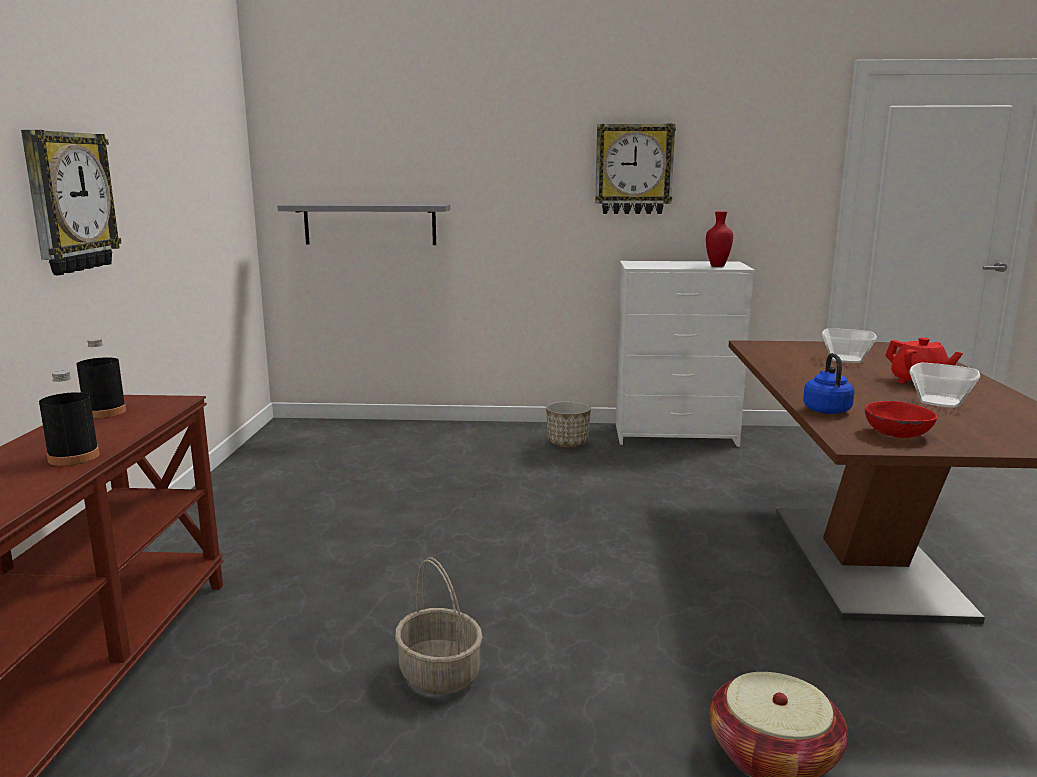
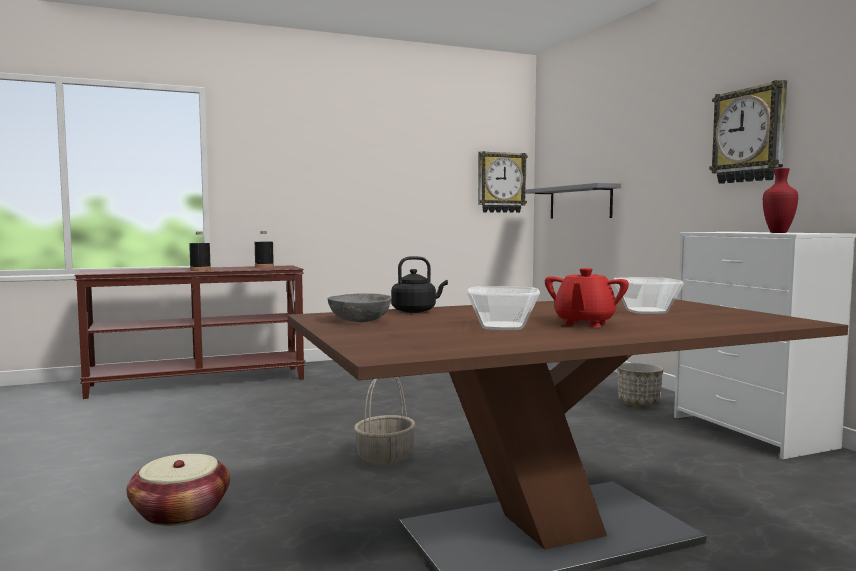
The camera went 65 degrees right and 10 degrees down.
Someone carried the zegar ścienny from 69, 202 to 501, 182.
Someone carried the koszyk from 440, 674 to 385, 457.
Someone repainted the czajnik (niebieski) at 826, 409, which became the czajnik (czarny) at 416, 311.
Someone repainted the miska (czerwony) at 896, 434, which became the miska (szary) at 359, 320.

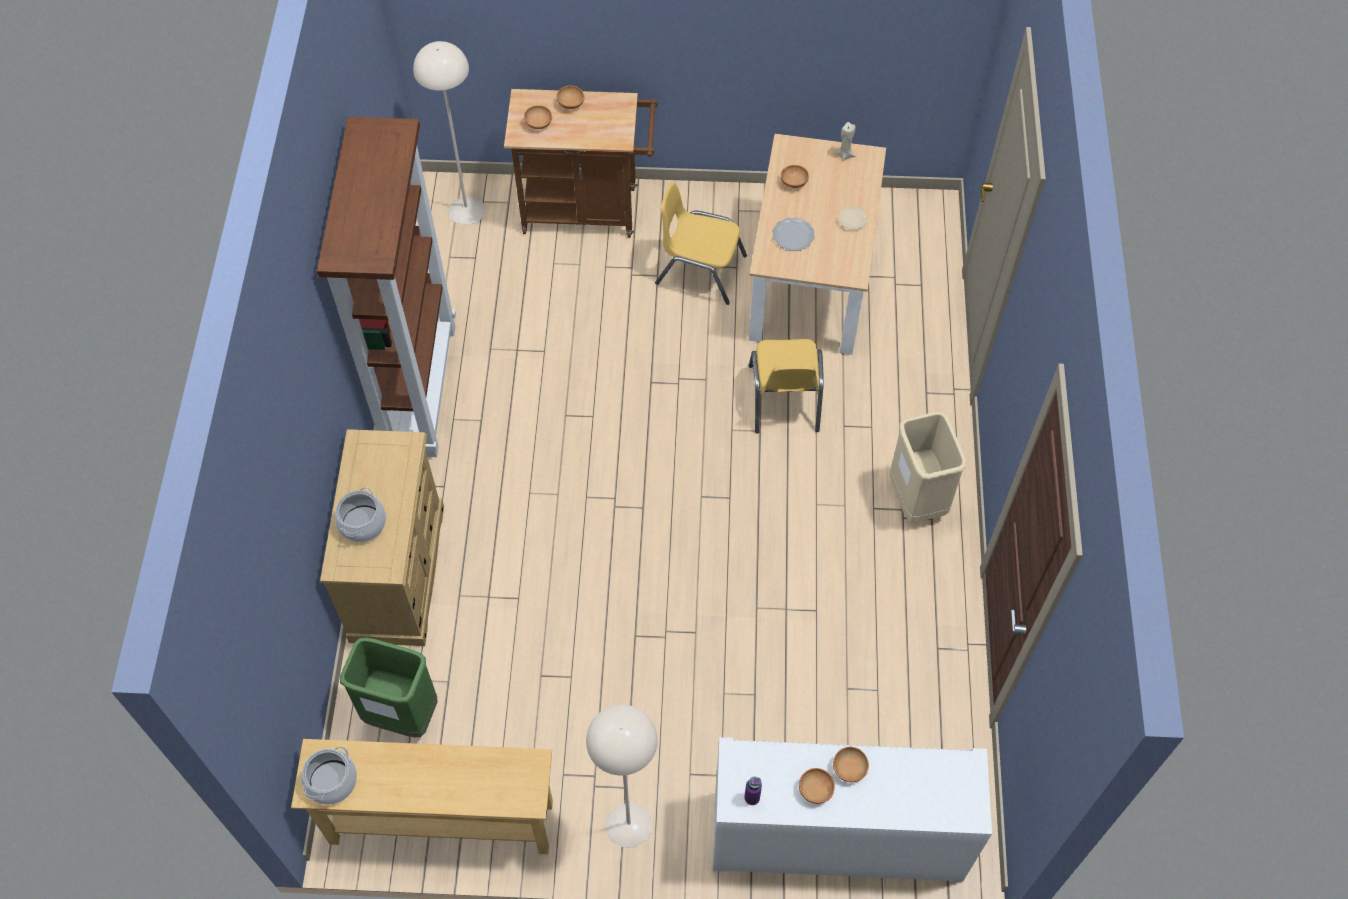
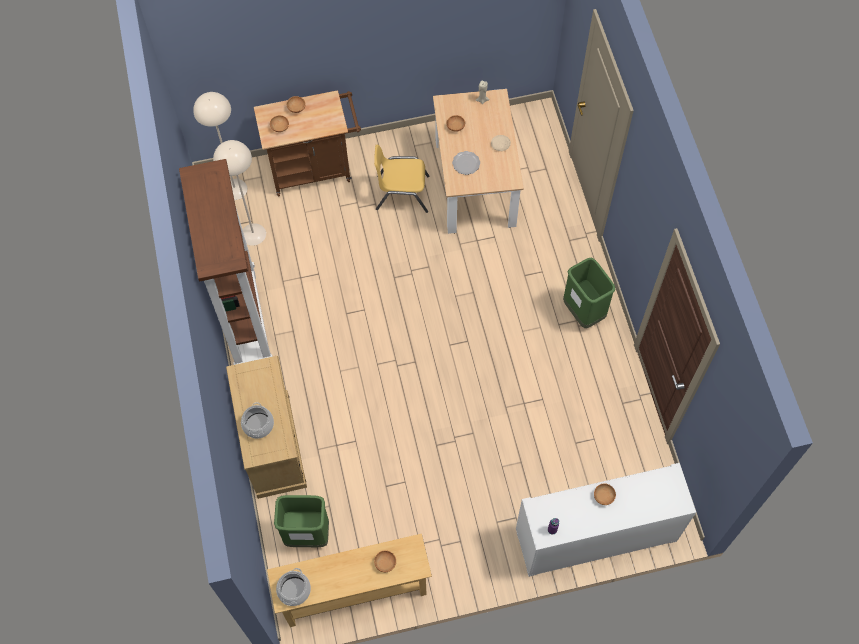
The camera went 15 degrees left and 5 degrees up.
Someone carried the lampa stojąca (beżowy) from 629, 825 to 253, 234.
Someone took away the krzesło (żółty) at 784, 399.
Someone carried the miska (brązowy) from 816, 790 to 386, 563.
Someone repainted the kosz na śmieci (beżowy) at 917, 500, which became the kosz na śmieci (zielony) at 583, 312.

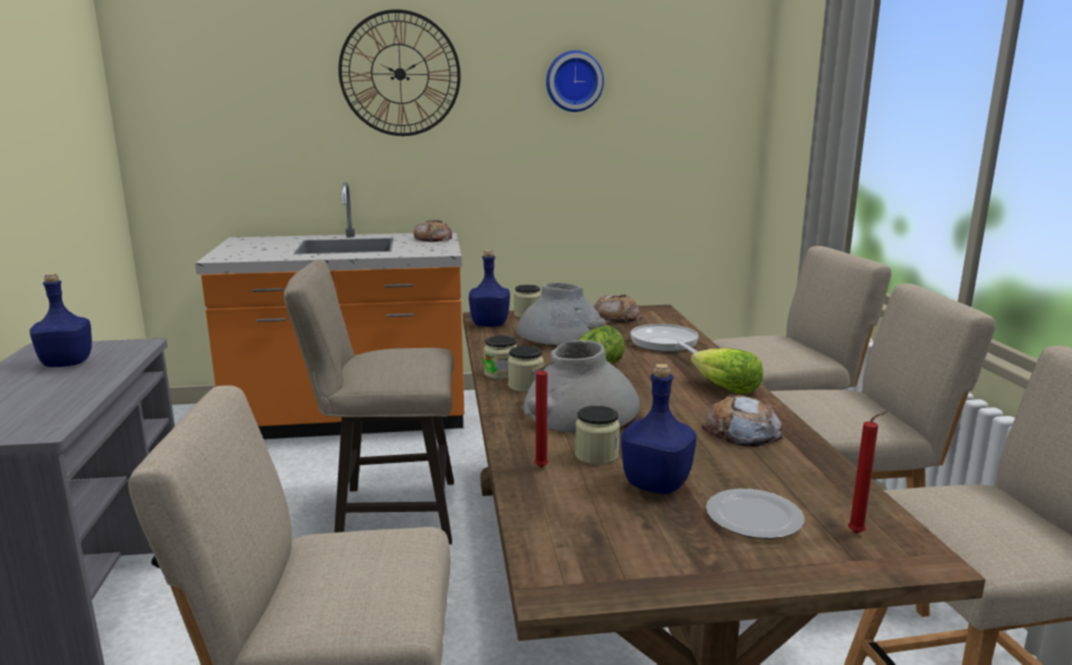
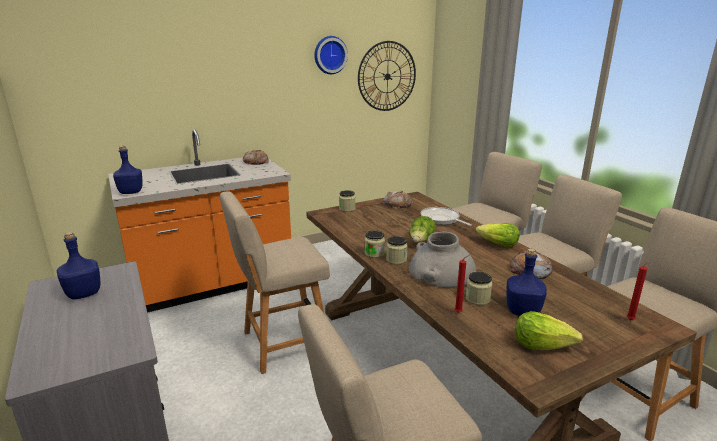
The camera went 20 degrees left and 5 degrees up.
Someone swapped the stołek (beżowy) at 386, 514 for the krzesło (beżowy) at 281, 344.
Someone carried the zegar ścienny from 400, 74 to 387, 76.
Someone carried the butelka (niebieski) from 489, 324 to 131, 192.
Someone took away the wazon (szary) at 561, 335.
Someone took away the talerz at 753, 518.
Someone put down the sałata at 542, 345.

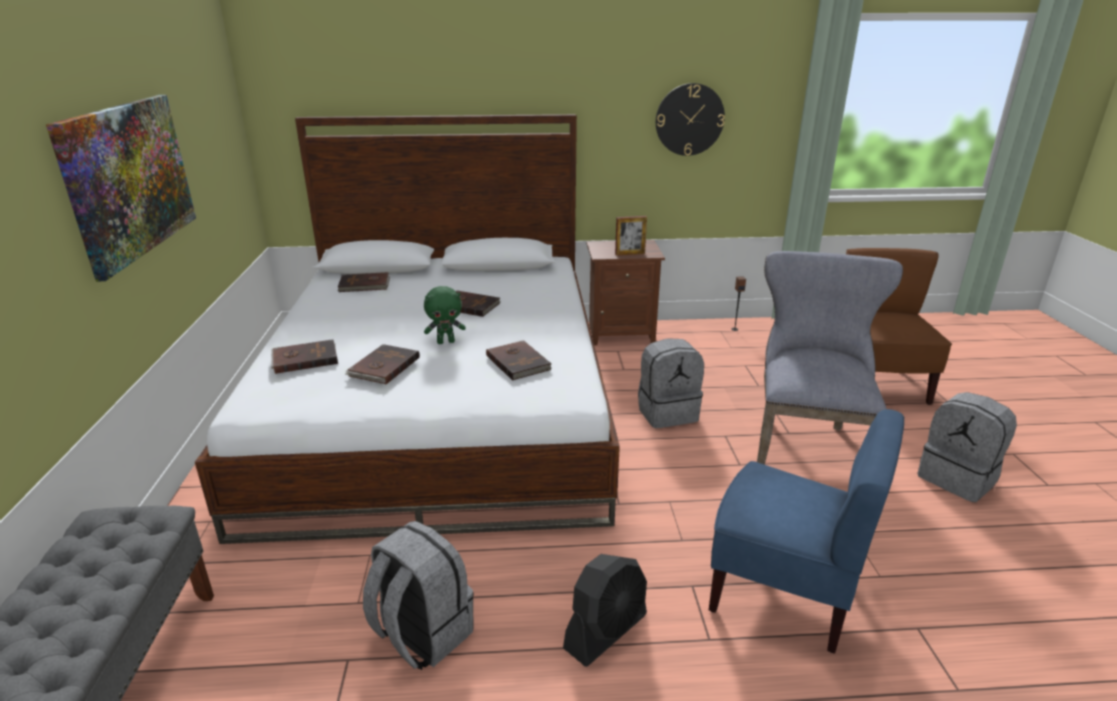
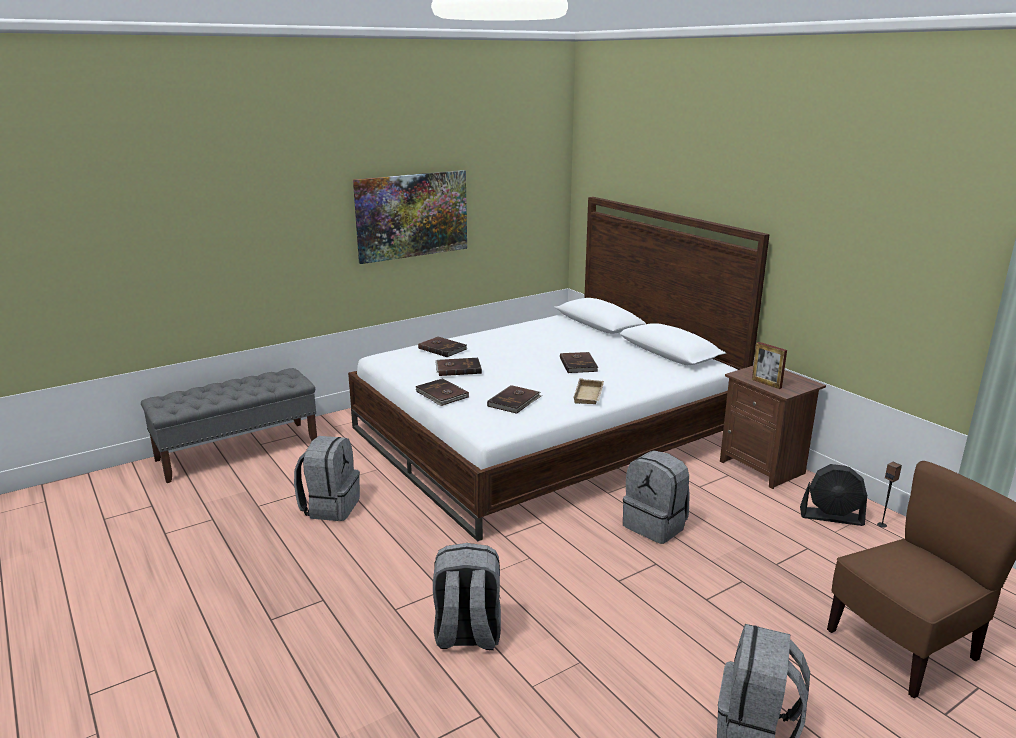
The camera went 60 degrees right and 5 degrees down.
Someone carried the książka (brązowy) from 364, 285 to 441, 395.
Someone took away the pluszak (zielony) at 446, 342.
Someone carried the wentylator (czarny) from 606, 631 to 831, 517.
Someone took away the zegar ścienny at 689, 119.
Someone swapped the krzesło (niebieski) at 783, 593 for the plecak (szary) at 467, 635.
Someone took away the krzesło (szary) at 804, 445.
Someone put down the taca (beżowy) at 589, 396.

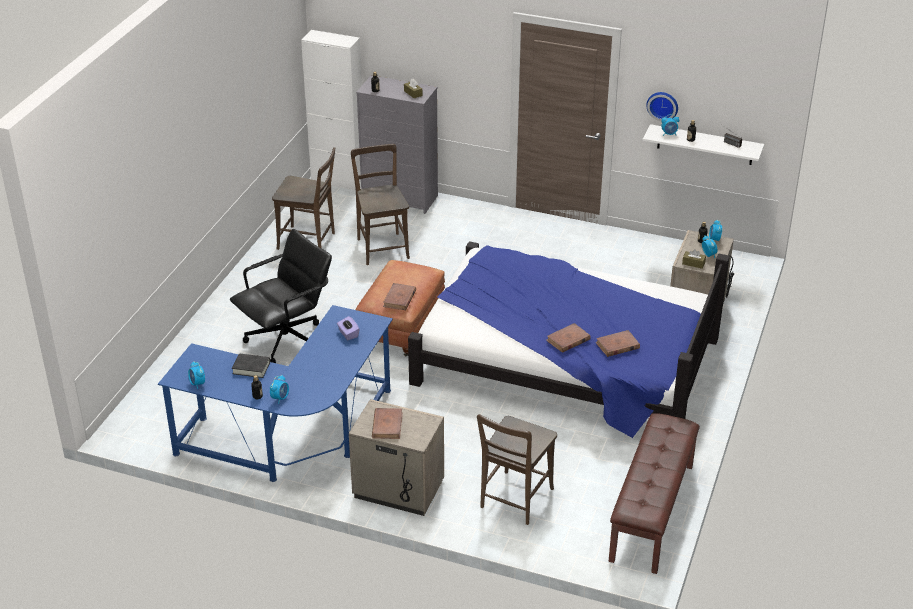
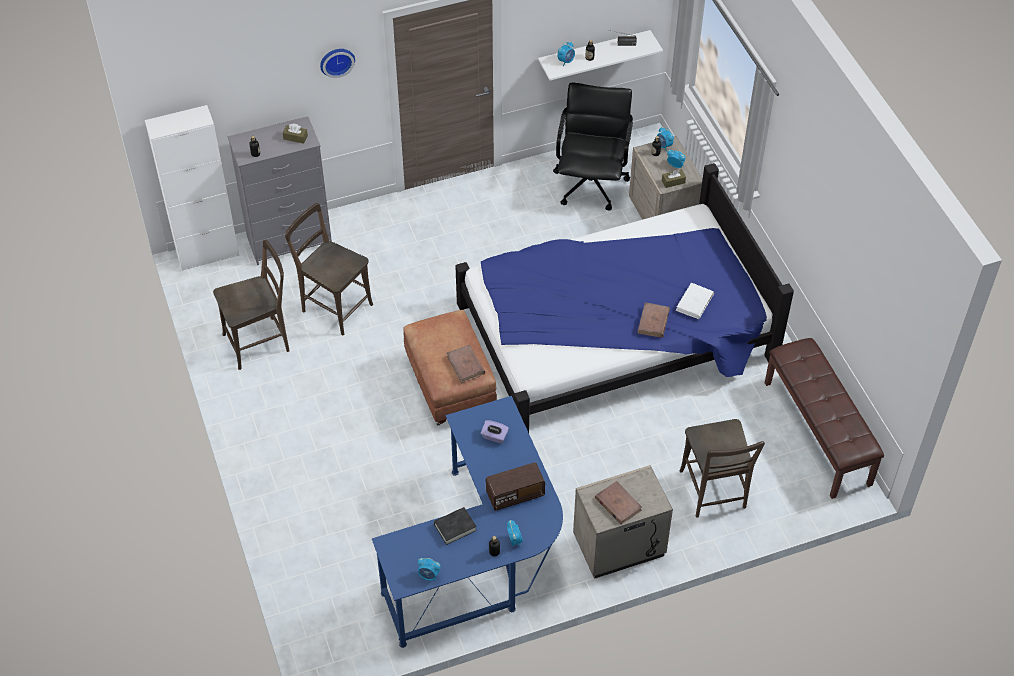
The camera went 40 degrees left and 15 degrees up.
Someone carried the krzesło biurowe (czarny) from 287, 340 to 591, 184.
Someone repainted the książka (brązowy) at 617, 345, which became the książka (biały) at 694, 303.
Someone carried the zegar ścienny from 663, 105 to 336, 60.
Someone put down the radio at 515, 494.

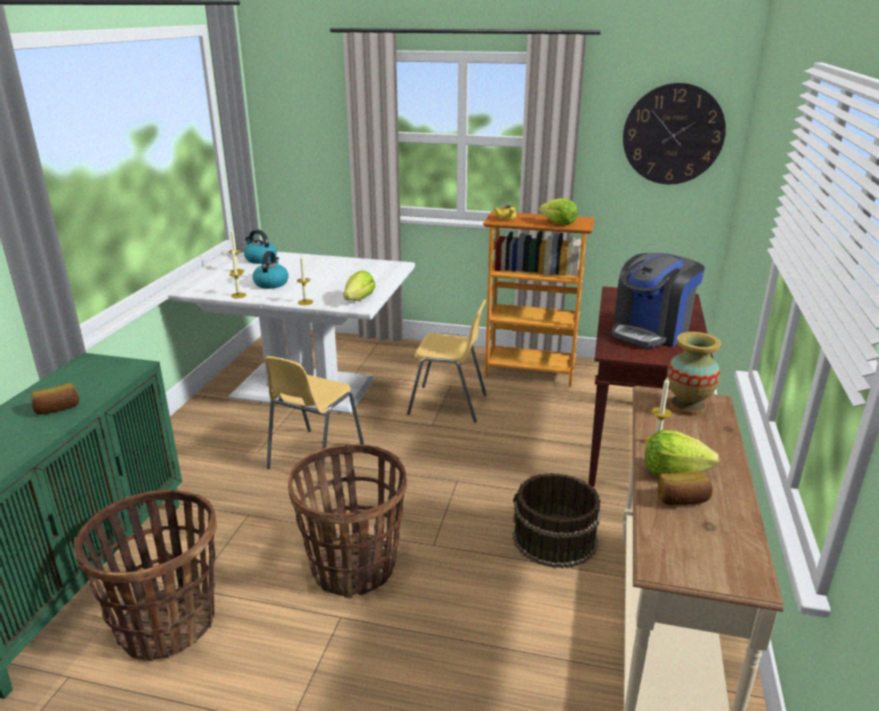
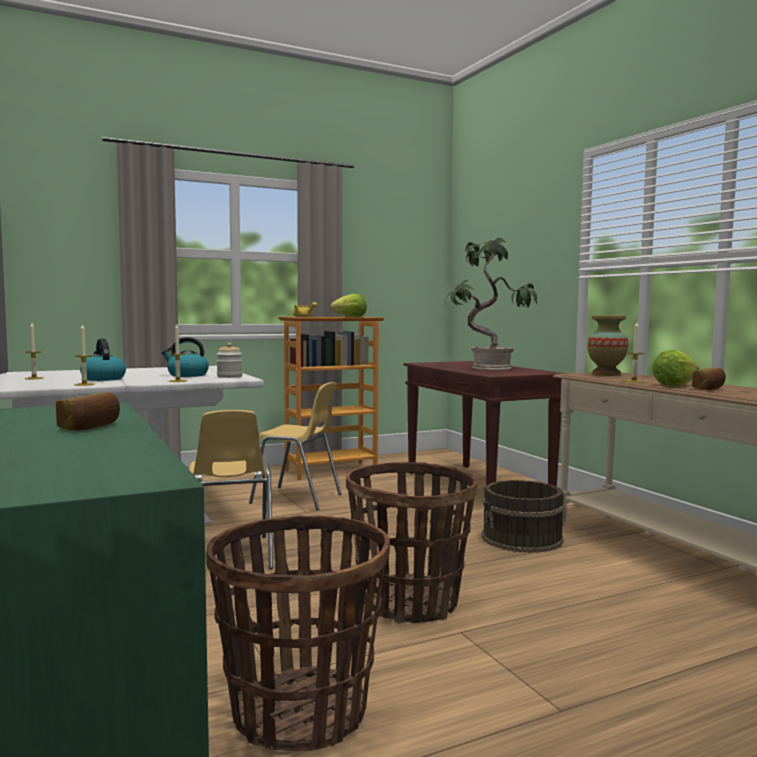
The camera went 40 degrees left and 20 degrees down.
Someone carried the czajnik from 260, 259 to 187, 375.
Someone swapped the sałata at 359, 299 for the słoik at 229, 376.
Someone rotated the krzesło (żółty) at 448, 404 by 45 degrees clockwise.
Someone swapped the ekspres do kawy at 651, 331 for the roślina doniczkowa at 490, 369.
Someone took away the zegar ścienny at 673, 134.

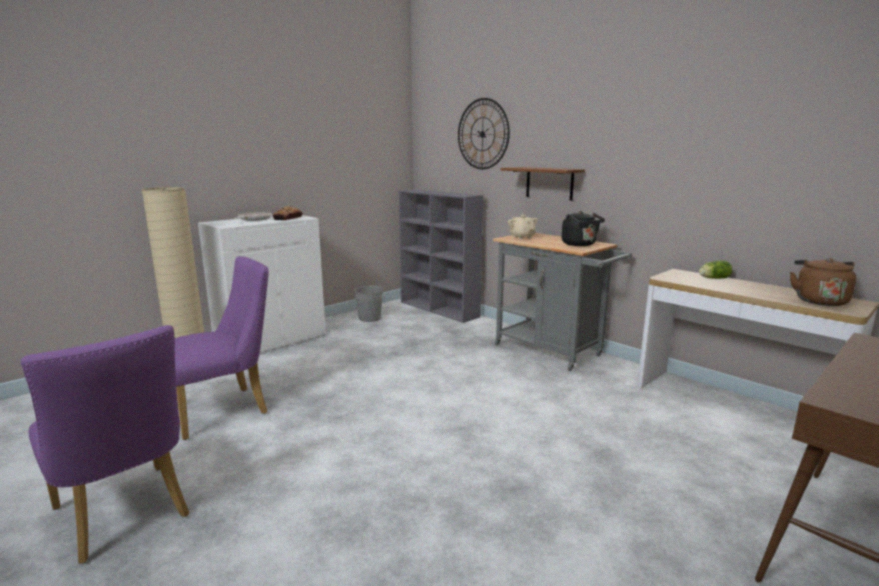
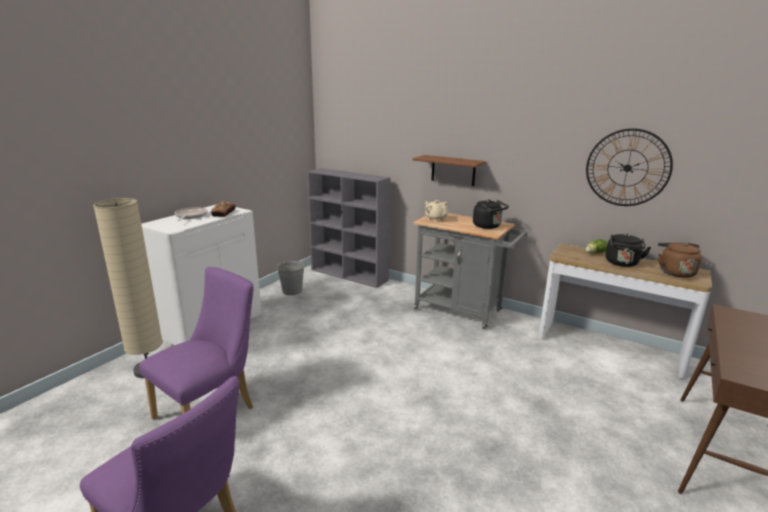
The camera went 15 degrees left and 5 degrees up.
Someone carried the zegar ścienny from 482, 134 to 627, 168.
Someone put down the czajnik (czarny) at 622, 264.

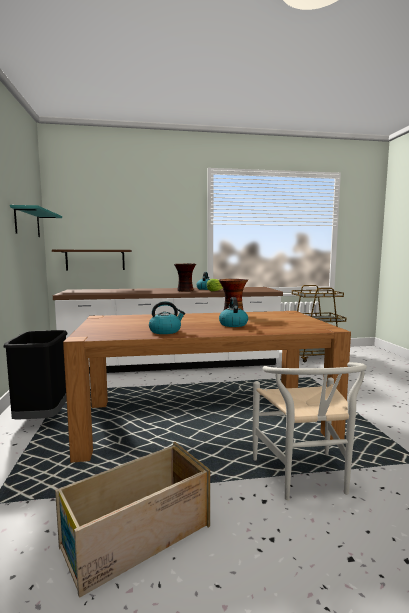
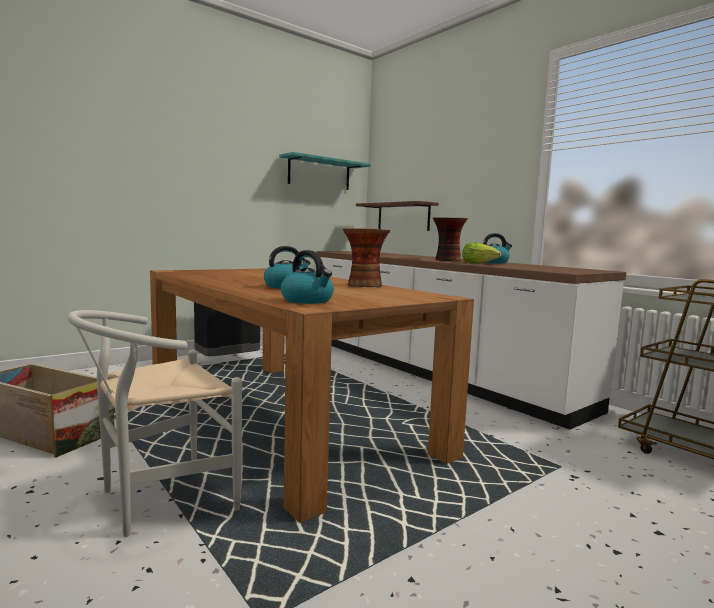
The camera went 60 degrees right and 0 degrees up.
Someone carried the czajnik from 165, 331 to 308, 300.

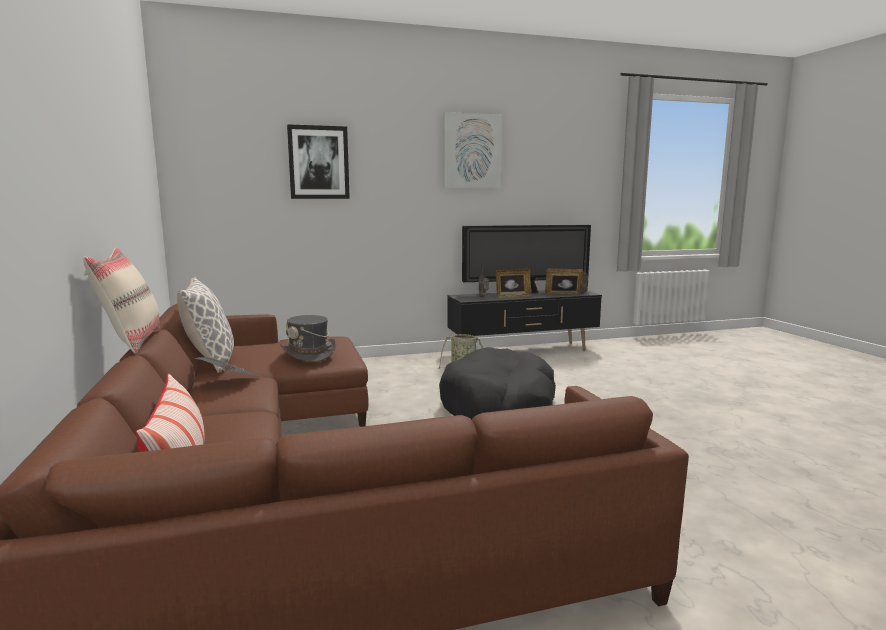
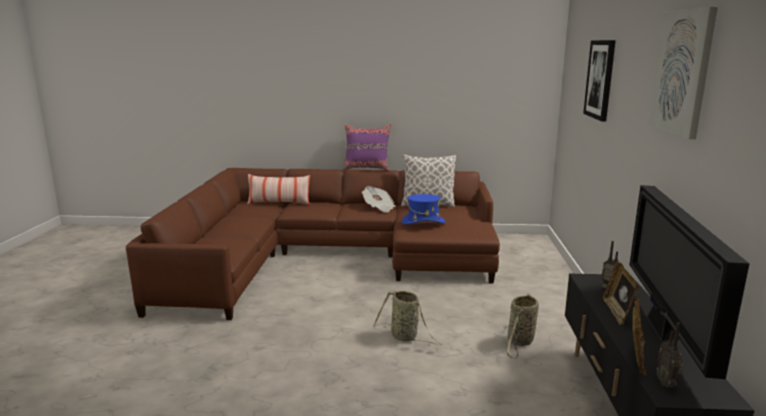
The camera went 110 degrees right and 5 degrees up.
Someone repainted the poduszka (beżowy) at 131, 342, which became the poduszka (fioletowy) at 367, 168.
Someone repainted the kapelusz (szary) at 309, 354, which became the kapelusz (niebieski) at 423, 222.
Someone swapped the legowisko (czarny) at 498, 405 for the koszyk at 406, 337.

